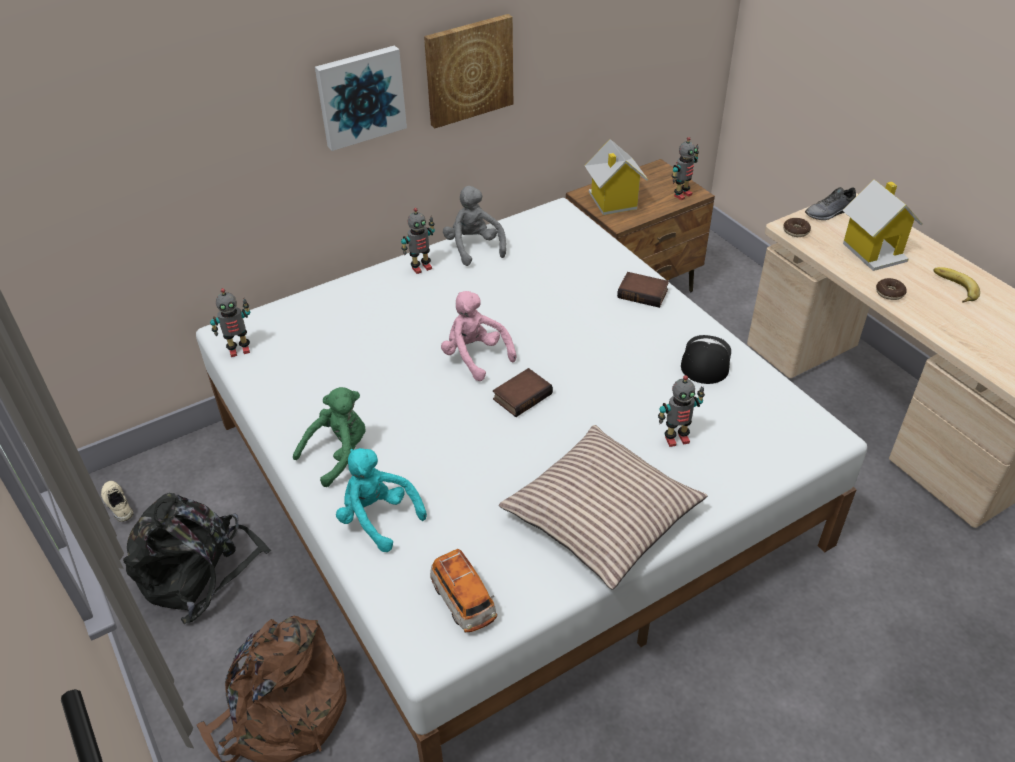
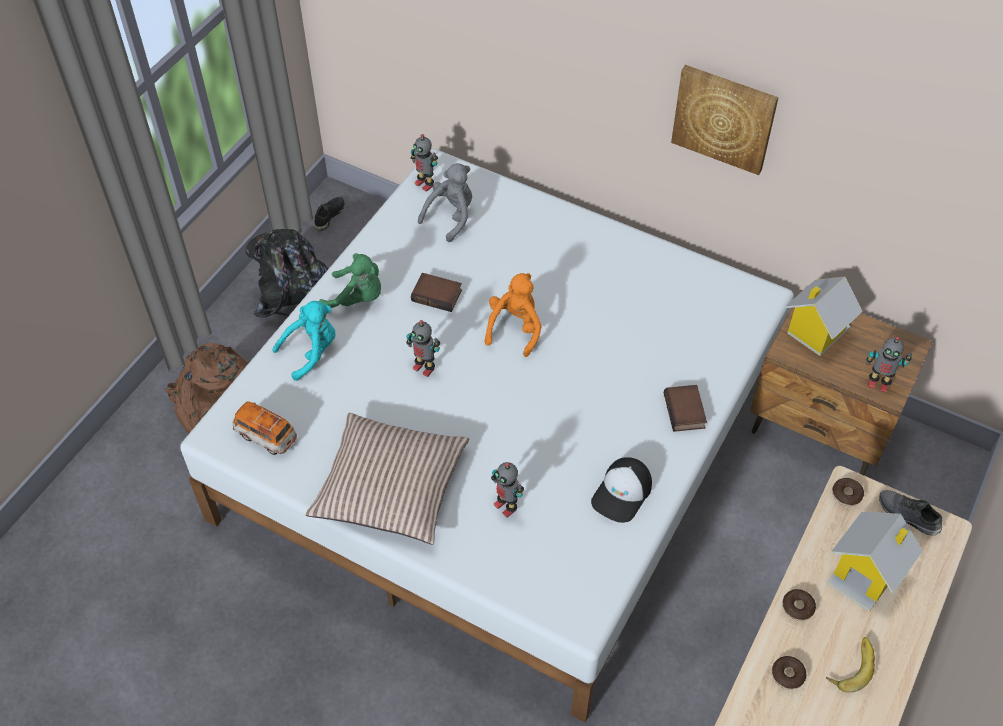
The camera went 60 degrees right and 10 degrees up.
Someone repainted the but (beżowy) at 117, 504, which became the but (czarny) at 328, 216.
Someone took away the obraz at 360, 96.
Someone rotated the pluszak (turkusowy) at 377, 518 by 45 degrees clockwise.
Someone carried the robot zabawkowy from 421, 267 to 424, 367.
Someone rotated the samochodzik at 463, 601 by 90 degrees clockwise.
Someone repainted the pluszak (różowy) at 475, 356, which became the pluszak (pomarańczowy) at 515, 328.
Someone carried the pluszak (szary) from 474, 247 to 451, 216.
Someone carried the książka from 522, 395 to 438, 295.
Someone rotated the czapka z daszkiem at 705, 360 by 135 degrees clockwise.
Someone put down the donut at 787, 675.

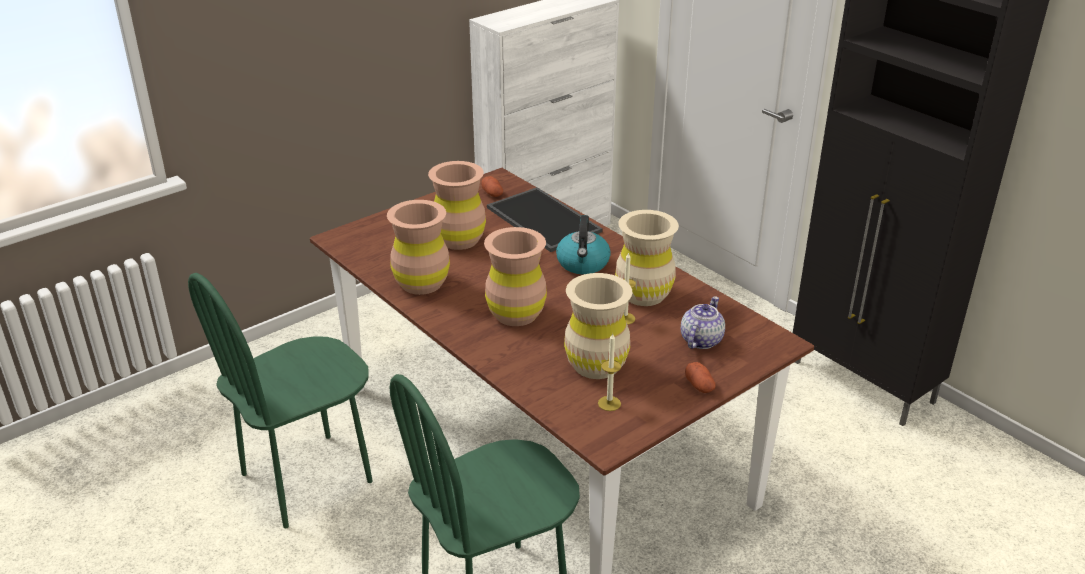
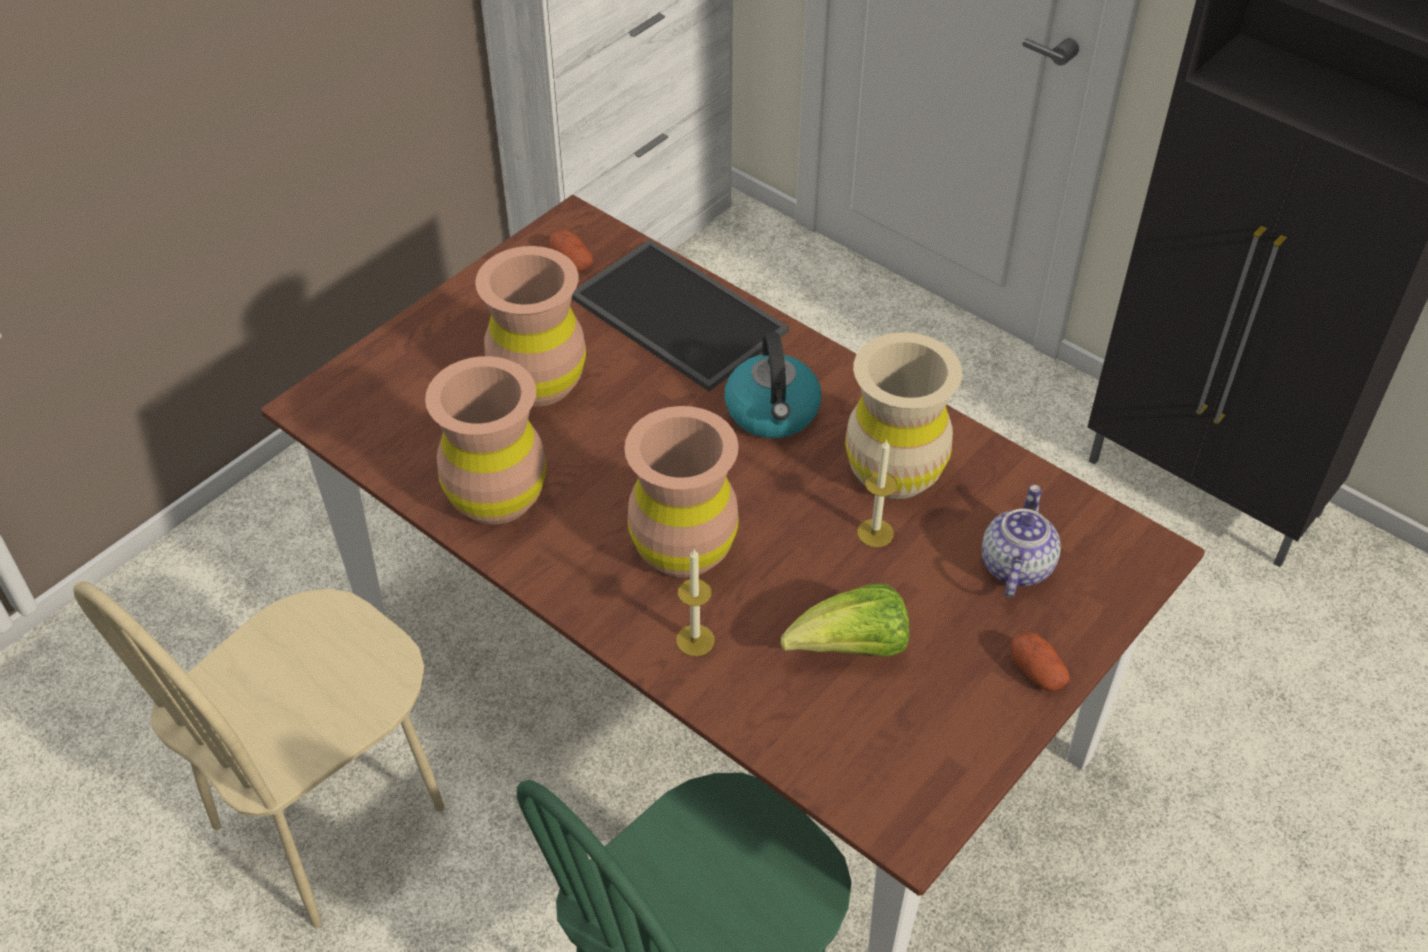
The camera went 10 degrees left and 15 degrees up.
Someone repainted the krzesło (zielony) at 307, 478, which became the krzesło (beżowy) at 330, 818.
Someone swapped the wazon (beżowy) at 596, 365 for the sałata at 851, 649.
Someone carried the świeca from 609, 403 to 695, 640.

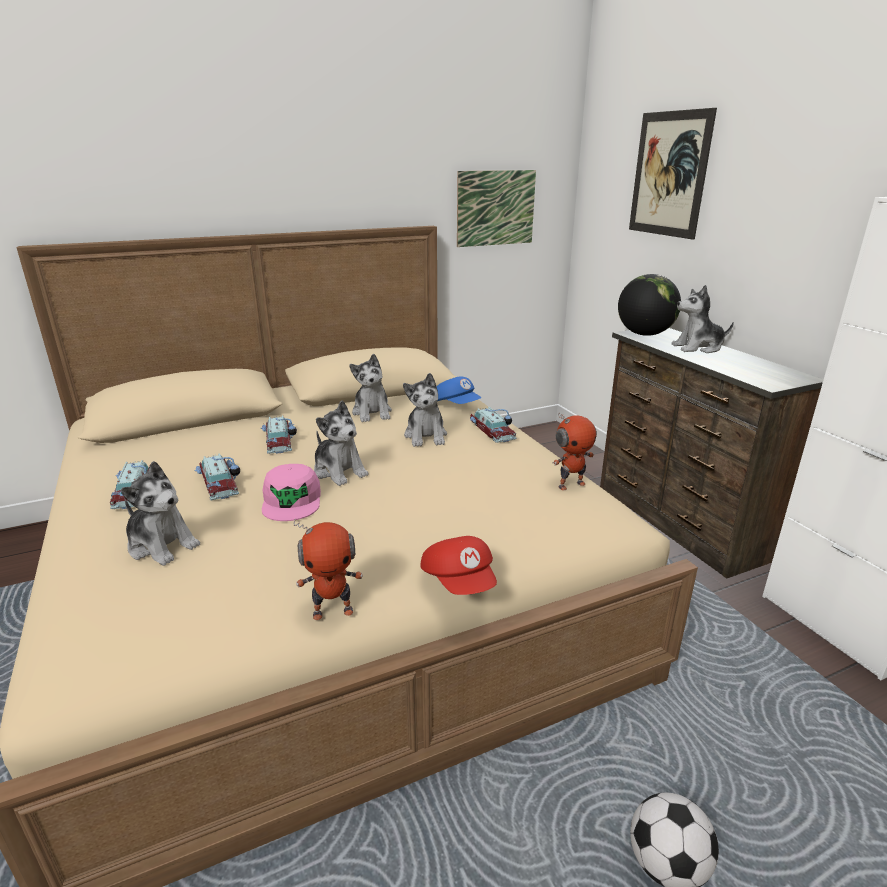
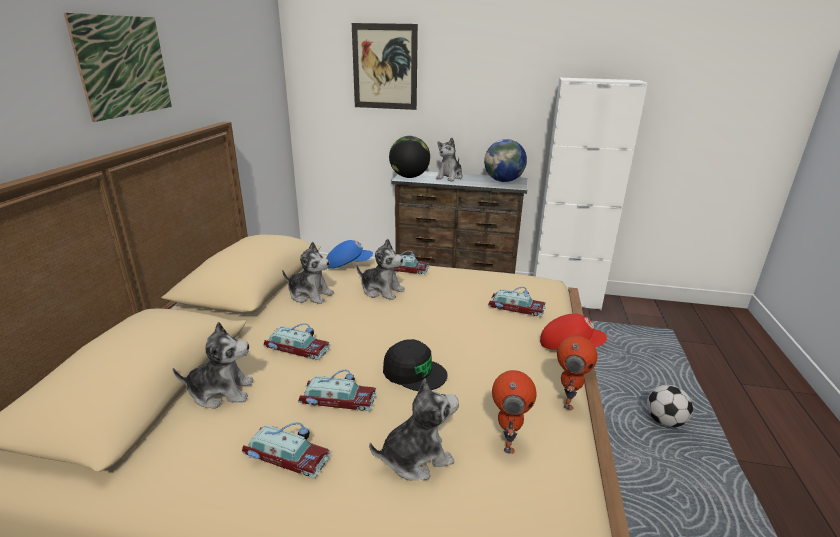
The camera went 55 degrees left and 0 degrees up.
Someone repainted the czapka z daszkiem (różowy) at 292, 501, which became the czapka z daszkiem (czarny) at 414, 372.
Someone carried the pluszak from 339, 471 to 221, 392.
Someone carried the obraz from 495, 208 to 124, 66.
Someone carried the robot zabawkowy from 570, 484 to 507, 441.
Someone put down the globus at 503, 181.
Someone put down the samochodzik at 515, 307.

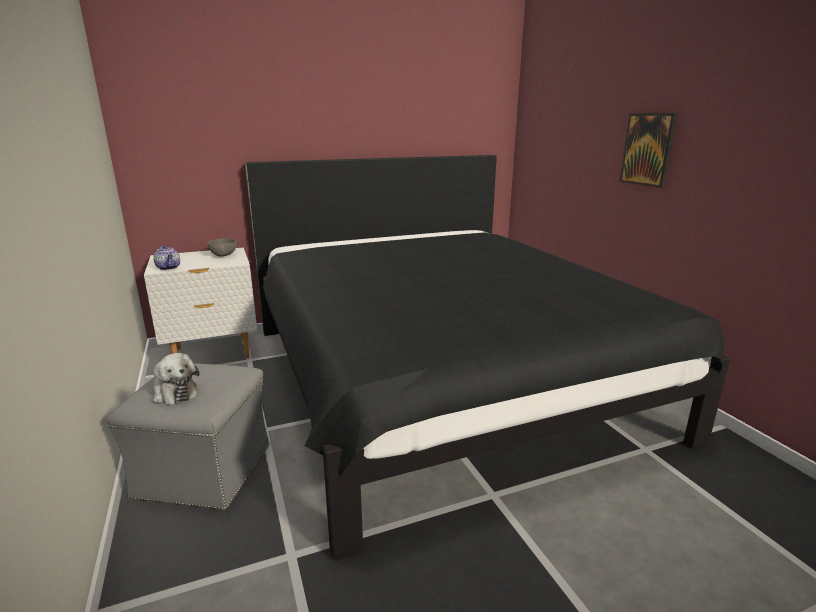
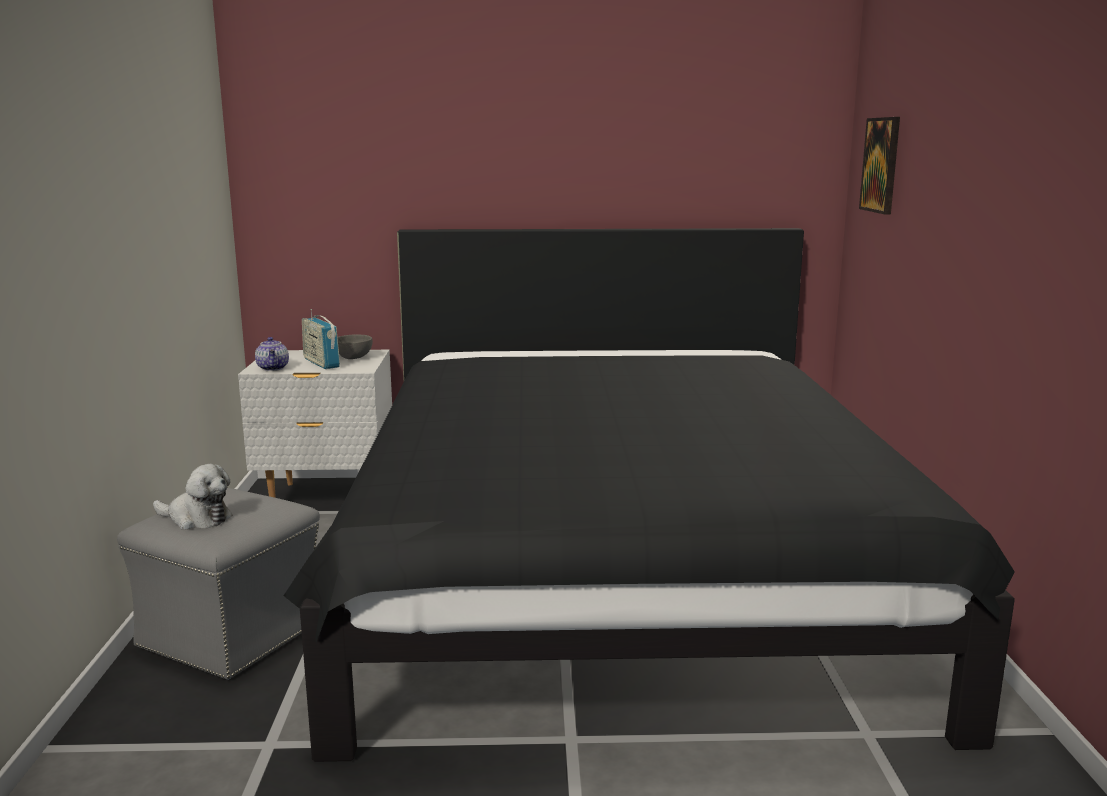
The camera went 20 degrees right and 5 degrees down.
Someone rotated the pluszak at 174, 392 by 45 degrees counterclockwise.
Someone carried the obraz from 648, 149 to 881, 165.
Someone put down the radio at 321, 363.

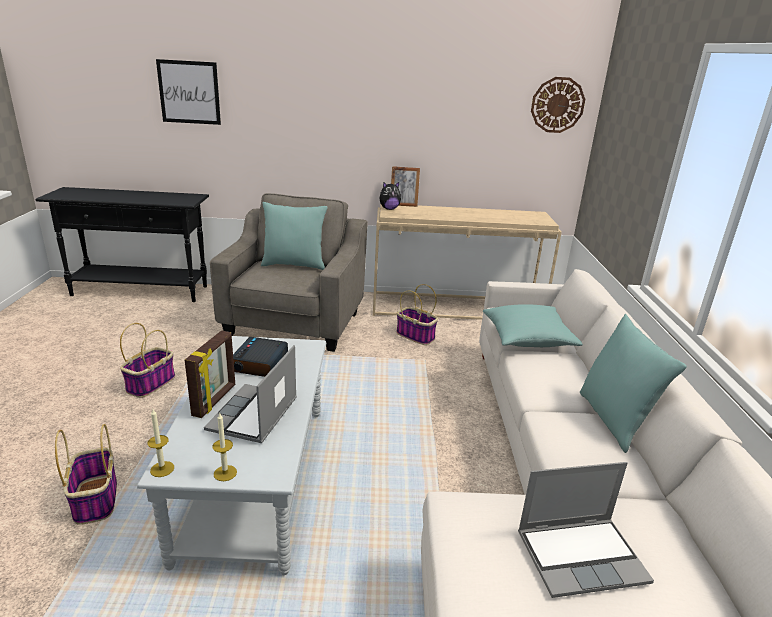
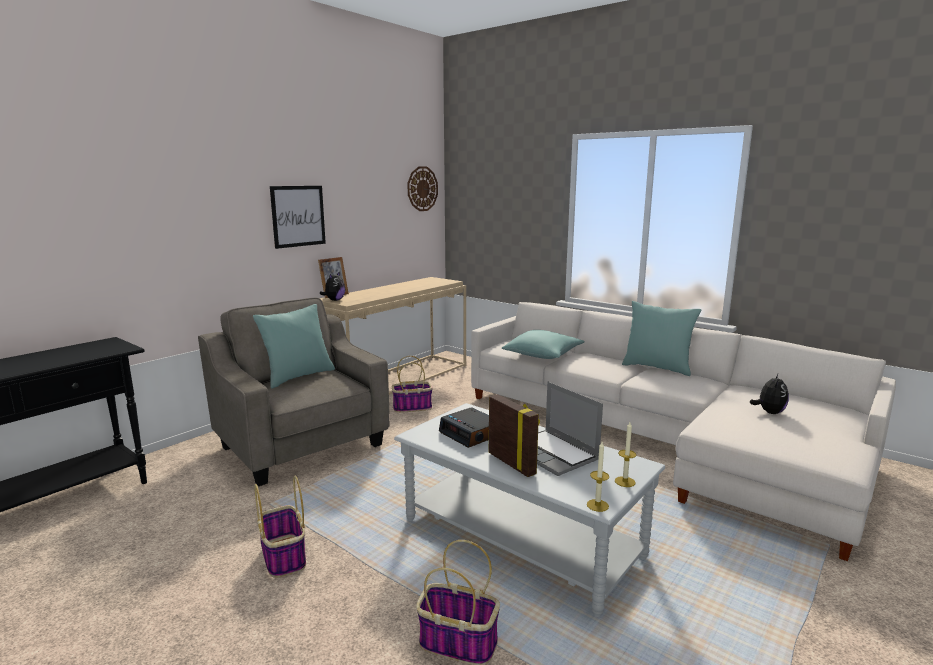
The camera went 50 degrees left and 10 degrees down.
Someone carried the obraz from 189, 92 to 298, 216.
Someone swapped the laptop at 581, 556 for the pluszak at 769, 412.

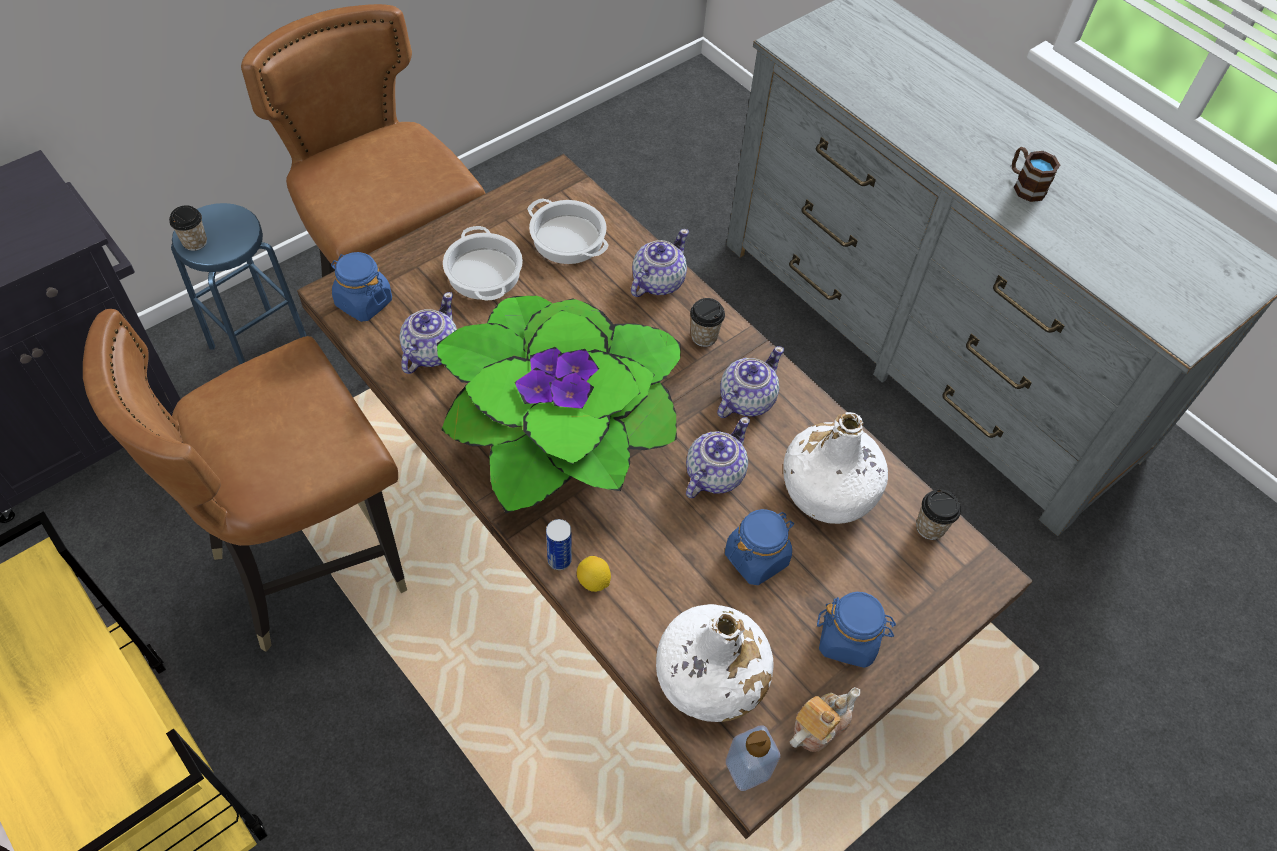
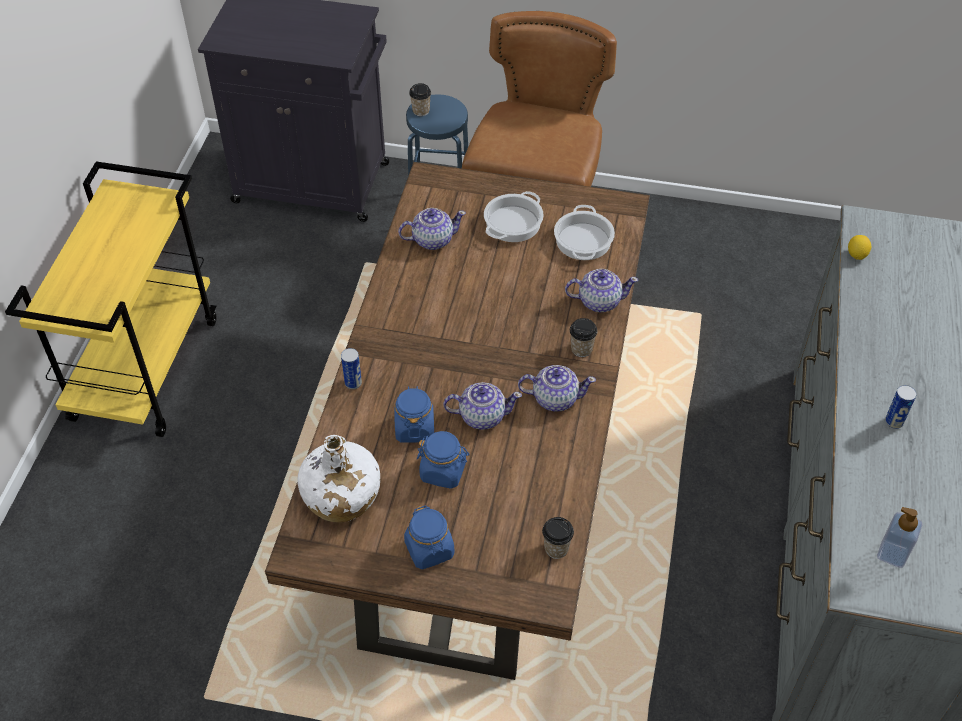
The camera went 55 degrees right and 5 degrees down.
Someone took away the krzesło (brązowy) at 311, 562.
Someone carried the słoik (niebieski) from 363, 302 to 414, 428.
Someone took away the roślina doniczkowa at 559, 430.
Someone carried the cytryna from 593, 581 to 856, 255.
Someone carried the dozownik mydła from 747, 769 to 892, 554.
Someone took away the butelka (biały) at 828, 490.
Someone took away the imbryk at 818, 725.
Someone swapped the kubek (brązowy) at 1024, 185 for the puszka at 894, 422.

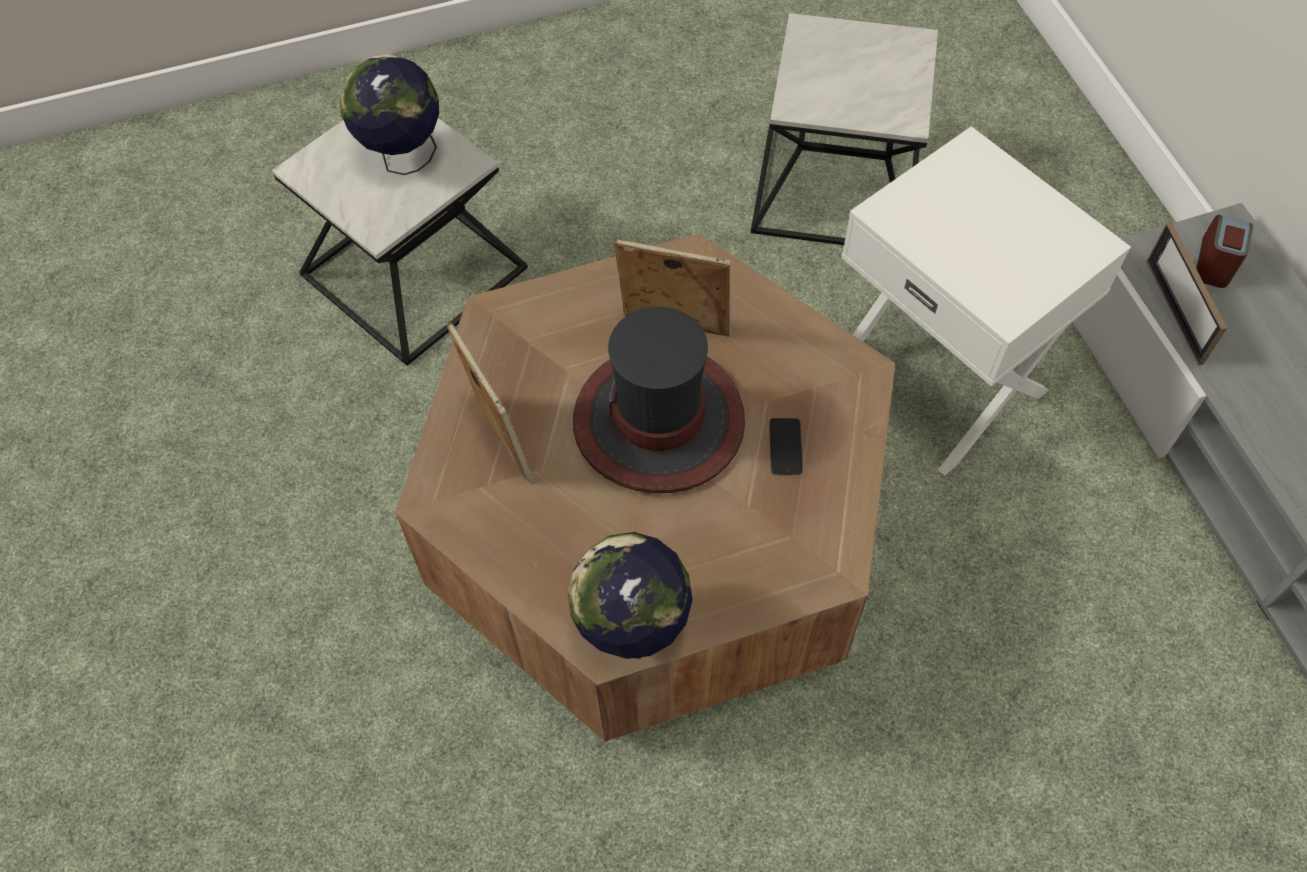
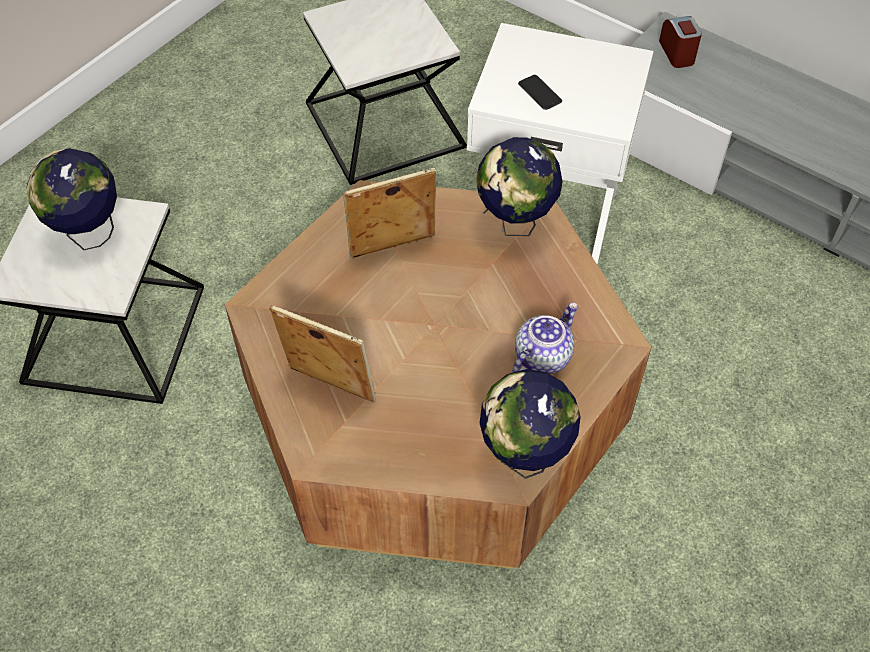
The camera went 35 degrees left and 5 degrees down.
Someone took away the kapelusz at 659, 420.
Someone carried the telefon from 785, 447 to 539, 93.
Someone took away the ramka na zdjęcie at 1174, 311.
Someone put down the globus at 515, 224.
Someone put down the imbryk at 542, 356.

